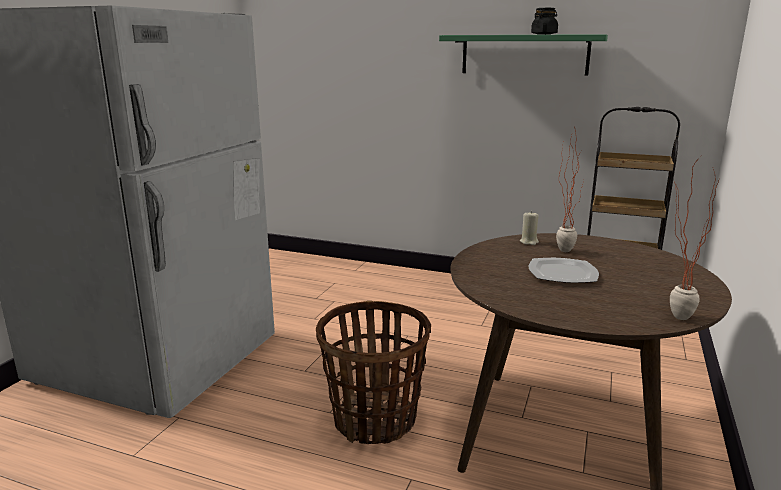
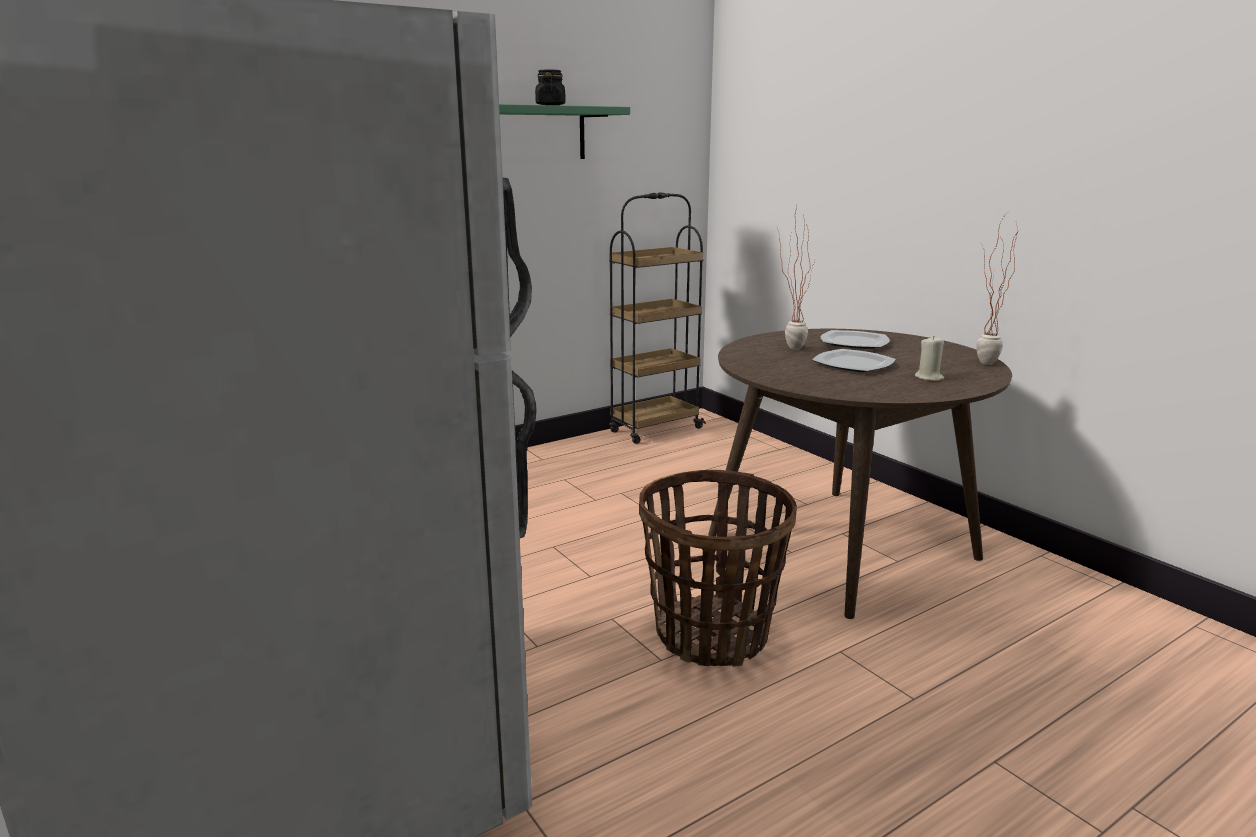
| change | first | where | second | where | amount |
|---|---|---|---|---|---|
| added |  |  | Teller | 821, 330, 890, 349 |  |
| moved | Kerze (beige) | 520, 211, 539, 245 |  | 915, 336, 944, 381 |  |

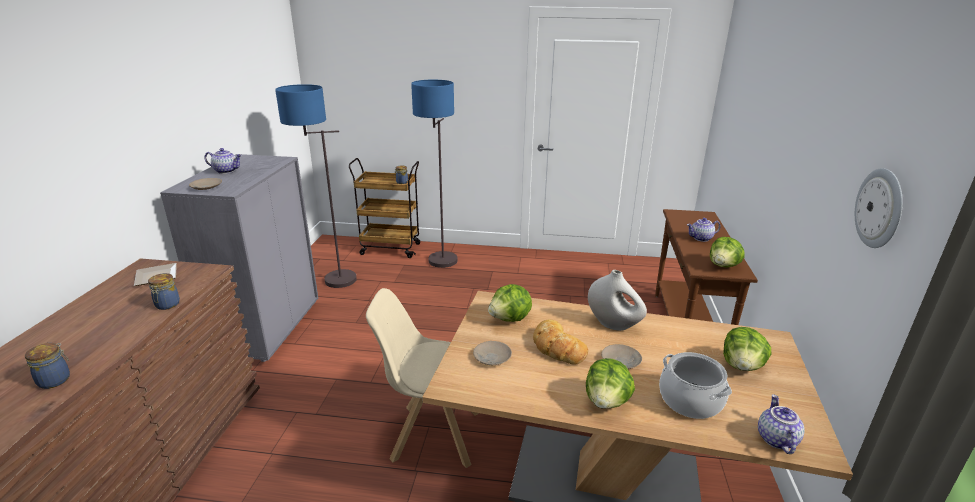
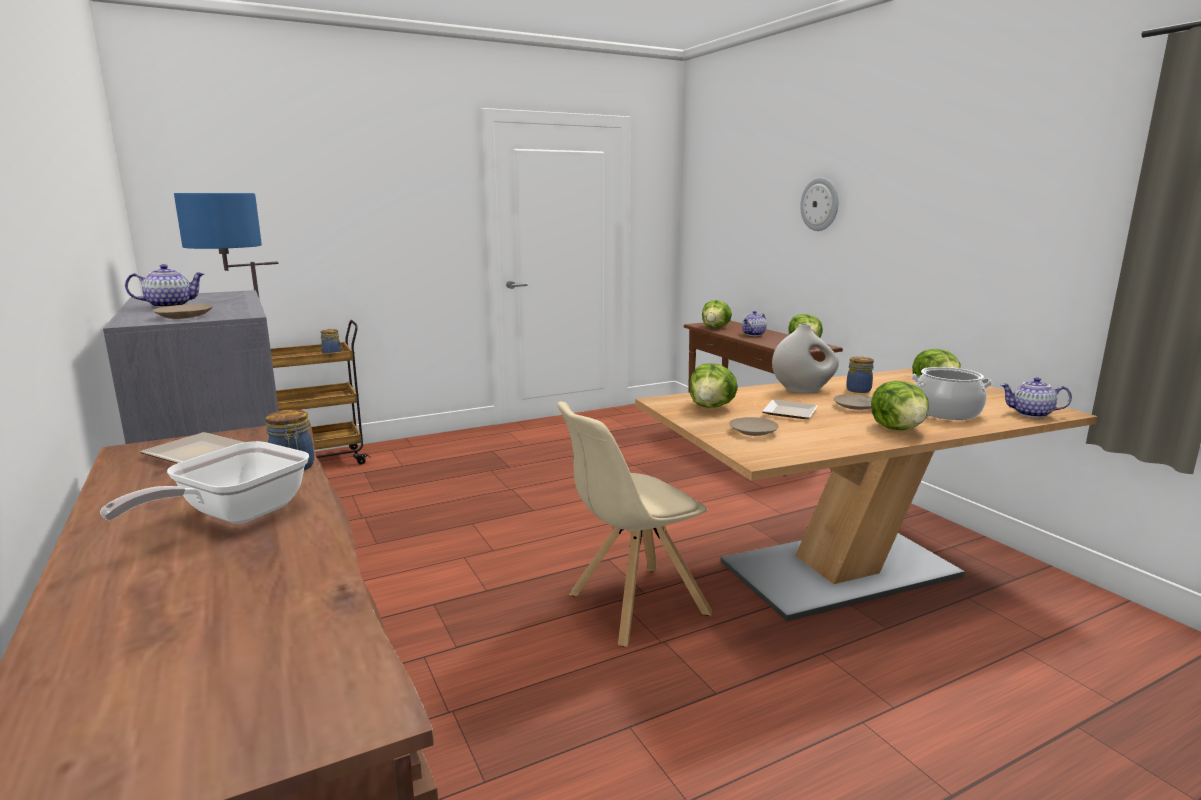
| change | first | where | second | where | amount |
|---|---|---|---|---|---|
| removed | Stehlampe (blau) | 411, 80, 458, 268 |  |  |  |
| added |  |  | Pfanne | 100, 441, 309, 524 |  |
| added |  |  | Salatkopf | 702, 300, 732, 328 |  |
| moved | Vorratsglas | 25, 343, 70, 389 |  | 846, 357, 874, 393 |  |
| moved | Wanduhr | 855, 168, 903, 248 |  | 800, 177, 838, 231 |  |
| replaced | Brot | 533, 319, 588, 365 | Teller | 762, 400, 818, 419 |  |
| turned | Teekanne | 758, 394, 805, 454 |  | 1001, 377, 1072, 418 | 45 degrees counterclockwise |

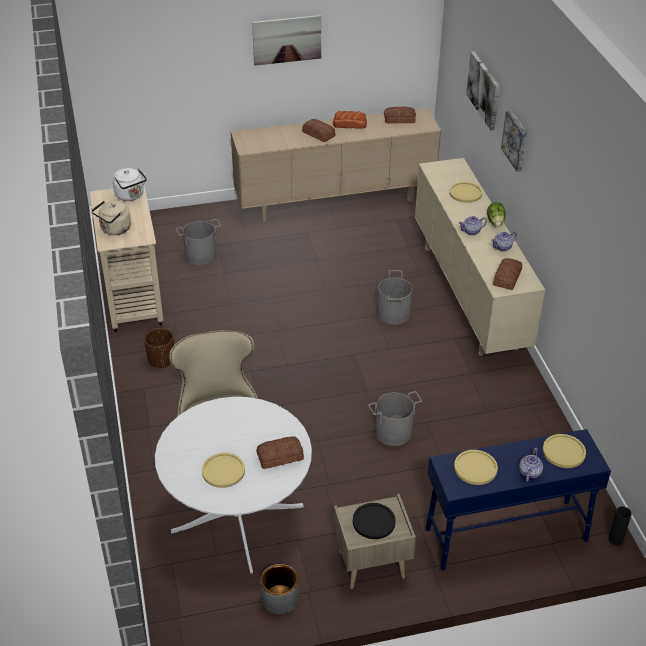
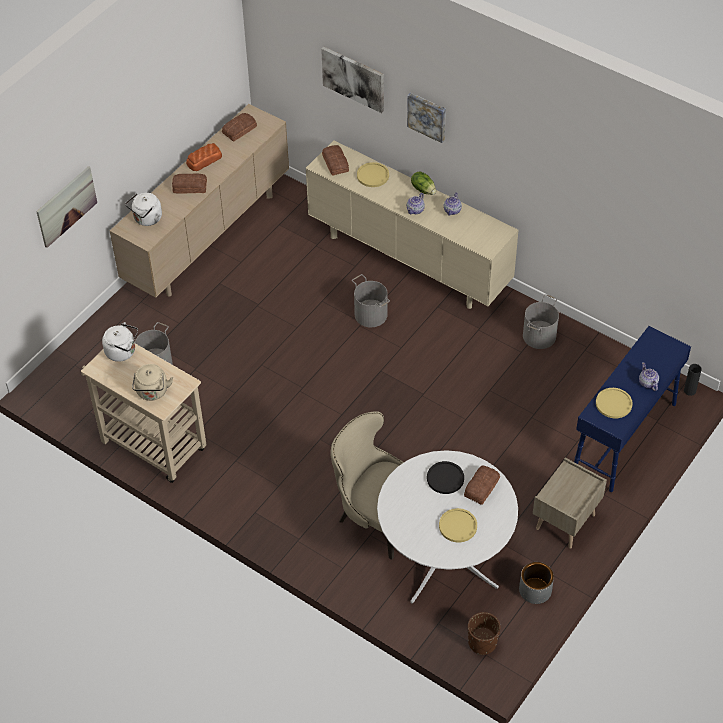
| change | first | where | second | where | amount |
|---|---|---|---|---|---|
| removed | Teller (gelb) | 543, 434, 586, 468 |  |  |  |
| added |  |  | Wasserkessel (weiß) | 125, 193, 162, 226 |  |
| moved | Pflanzkübel (braun) | 144, 328, 174, 368 |  | 468, 612, 500, 655 |  |
| moved | Bild | 252, 15, 321, 66 |  | 36, 166, 97, 248 |  |
| moved | Teller (schwarz) | 353, 503, 396, 539 |  | 427, 461, 464, 494 |  |
| moved | Eimer (grau) | 368, 391, 422, 446 |  | 523, 294, 559, 349 |  |
| moved | Brot | 493, 258, 522, 290 |  | 322, 145, 349, 176 |  |

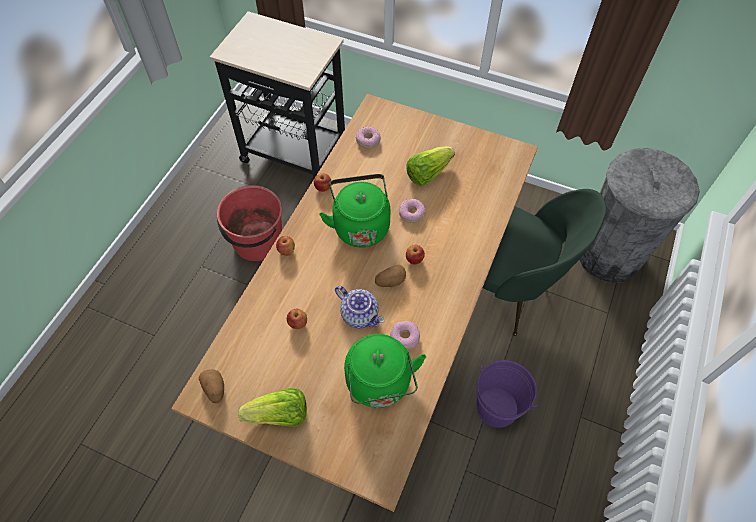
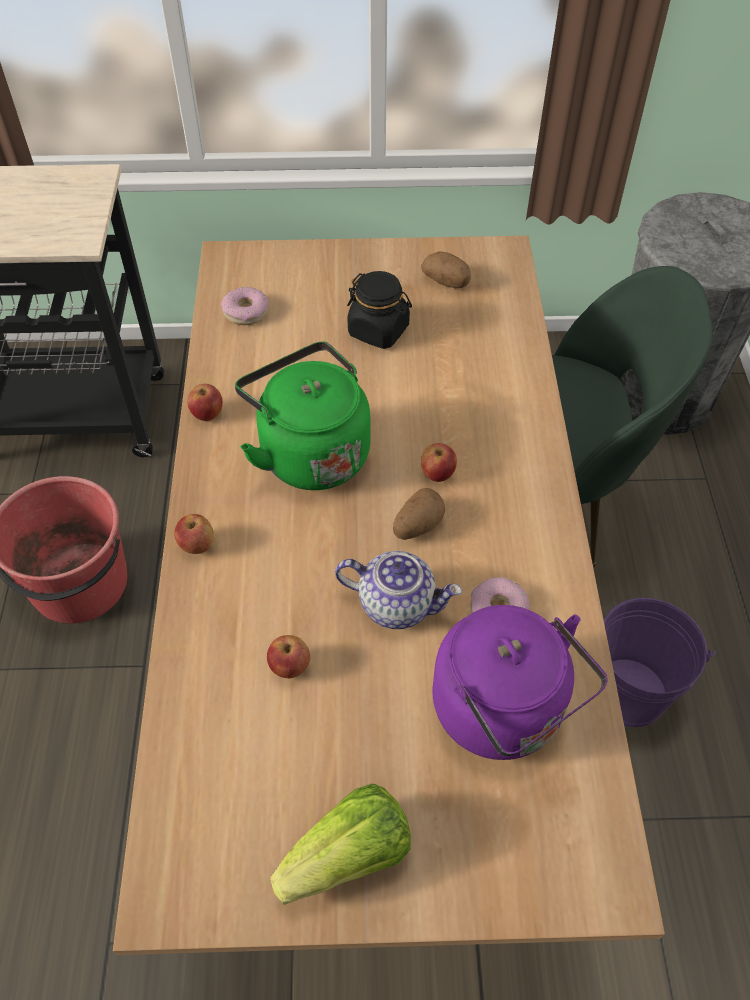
| change | first | where | second | where | amount |
|---|---|---|---|---|---|
| removed | Donut | 399, 199, 425, 223 |  |  |  |
| moved | Kartoffel | 199, 369, 224, 403 |  | 421, 251, 471, 288 |  |
| replaced | Salatkopf | 406, 147, 455, 186 | Vorratsglas (schwarz) | 347, 271, 412, 349 |  |
| recoloured | Wasserkessel (grün) | 344, 334, 426, 408 | Wasserkessel (lila) | 432, 605, 607, 760 |  |

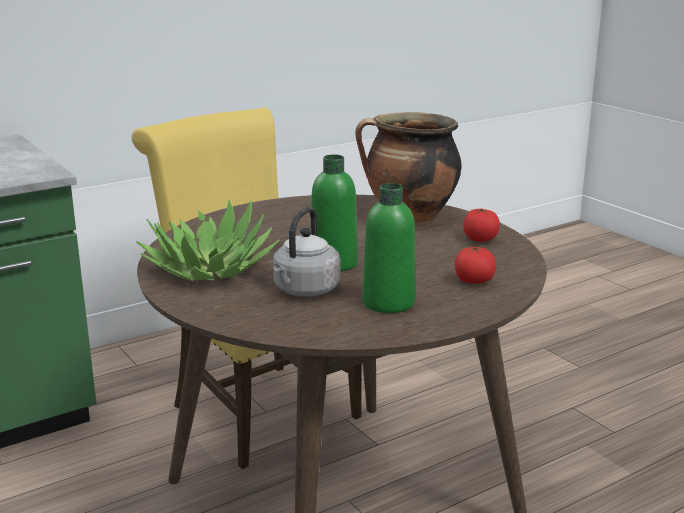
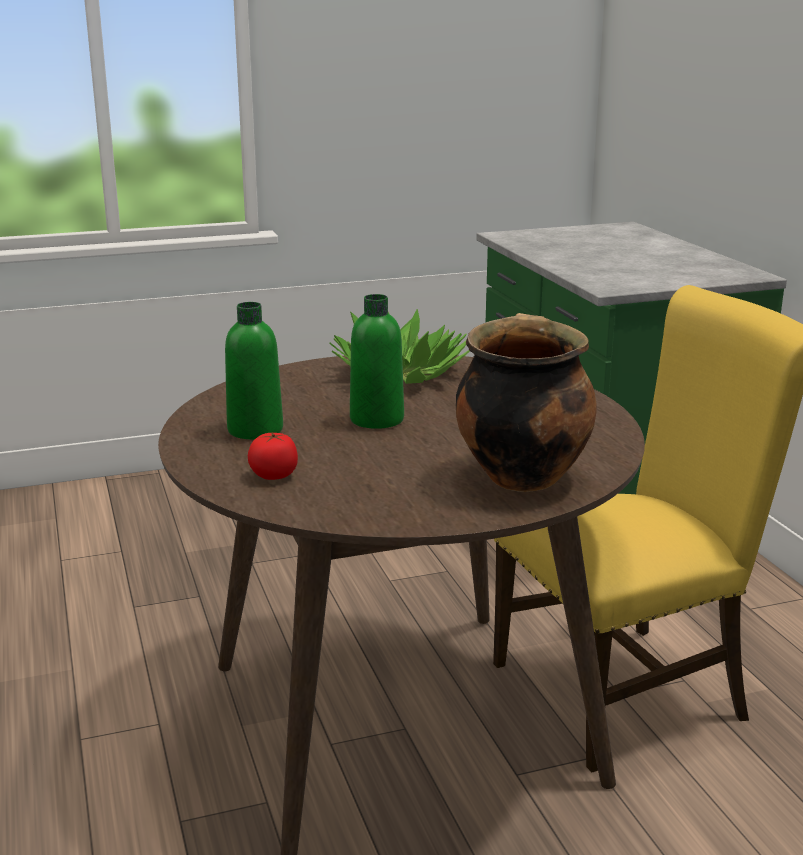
| change | first | where | second | where | amount |
|---|---|---|---|---|---|
| removed | Wasserkessel (grau) | 273, 207, 341, 297 |  |  |  |
| removed | Tomate | 463, 208, 500, 242 |  |  |  |

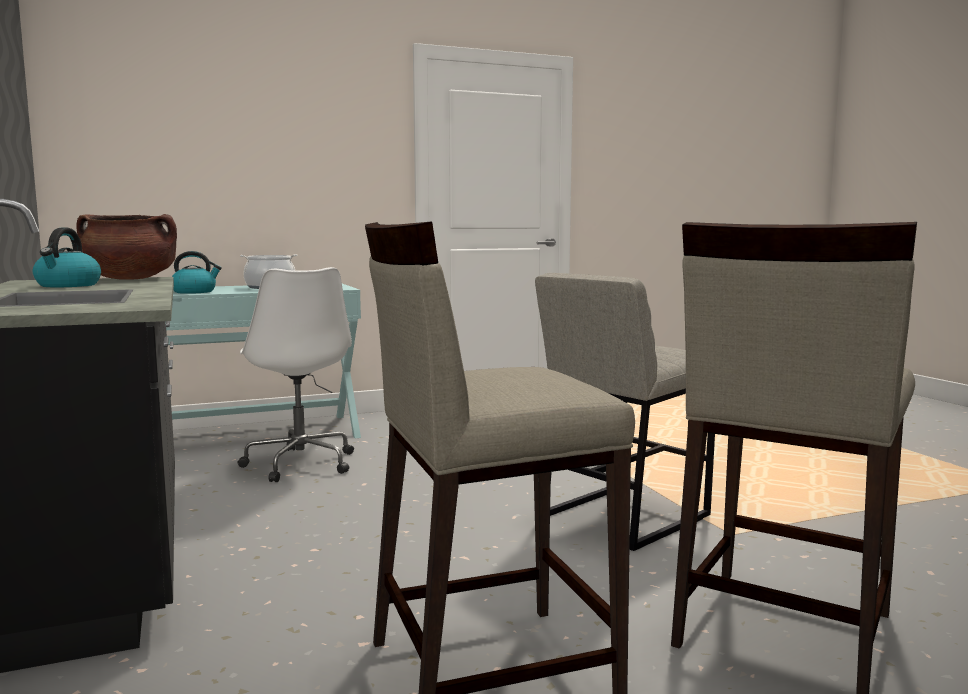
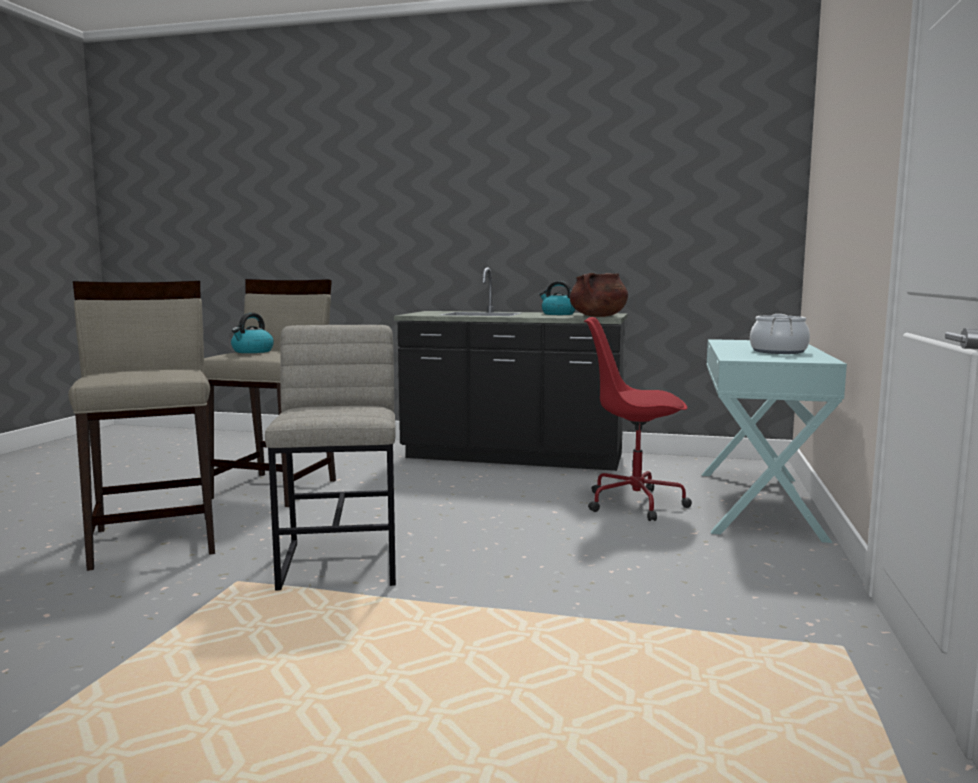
| change | first | where | second | where | amount |
|---|---|---|---|---|---|
| moved | Wasserkessel | 172, 251, 222, 294 |  | 231, 313, 274, 353 |  |
| recoloured | Bürostuhl (weiß) | 237, 267, 354, 482 | Bürostuhl (rot) | 584, 317, 692, 521 |  |

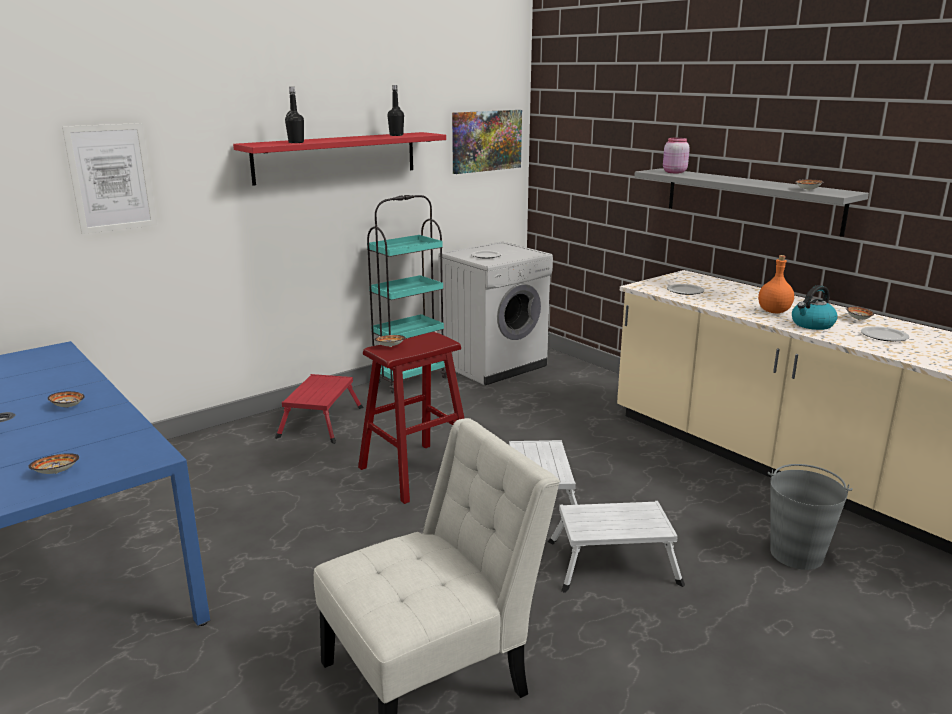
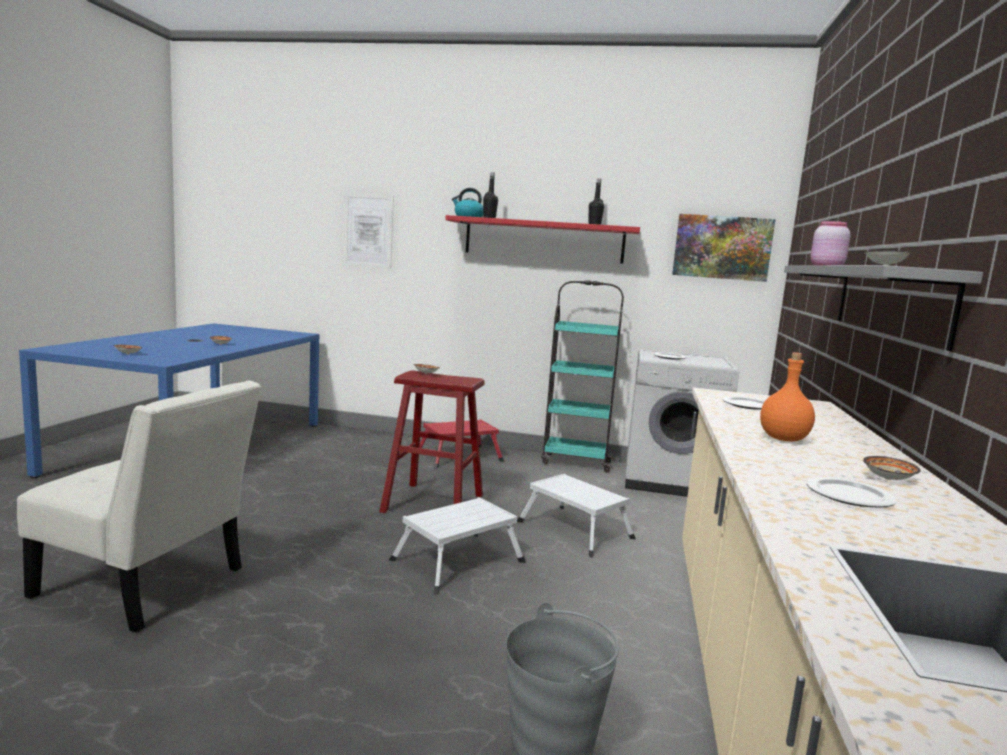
| change | first | where | second | where | amount |
|---|---|---|---|---|---|
| moved | Trittleiter (weiß) | 548, 501, 685, 593 |  | 517, 474, 636, 557 |  |
| moved | Wasserkessel | 792, 285, 838, 330 |  | 452, 188, 483, 217 |  |

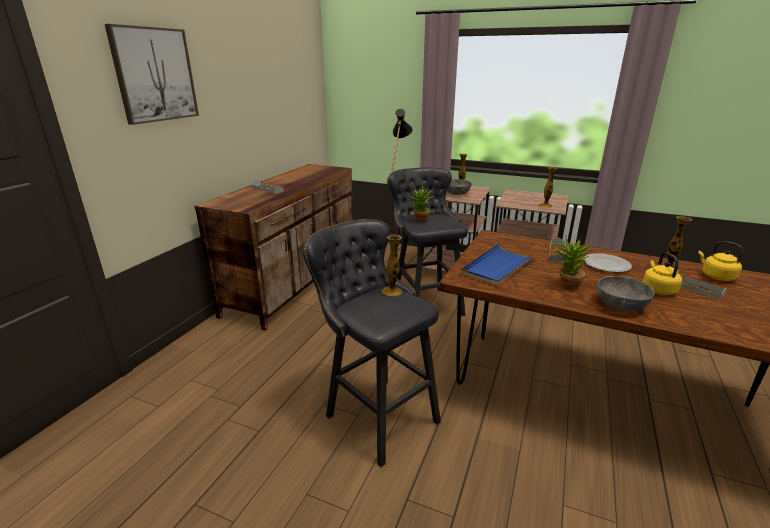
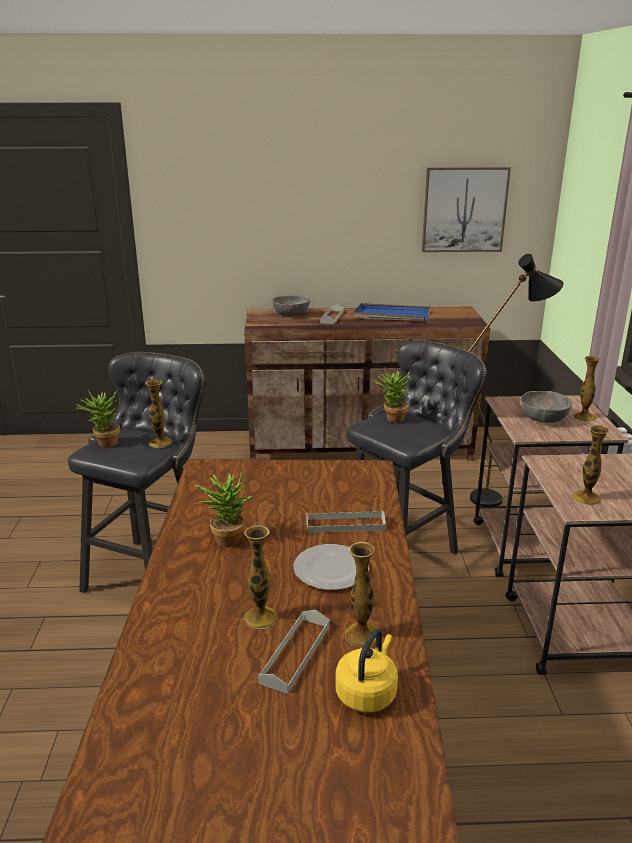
| change | first | where | second | where | amount |
|---|---|---|---|---|---|
| added |  |  | Topfpflanze | 76, 390, 120, 448 |  |
| moved | Bild | 105, 24, 199, 125 |  | 422, 167, 511, 252 |  |
| moved | Tablett (blau) | 461, 243, 538, 286 |  | 353, 303, 431, 321 |  |
| moved | Schüssel (grau) | 598, 276, 655, 311 |  | 272, 295, 310, 316 |  |
| replaced | Wasserkessel (gelb) | 643, 252, 682, 295 | Vase | 243, 525, 278, 629 |  |

